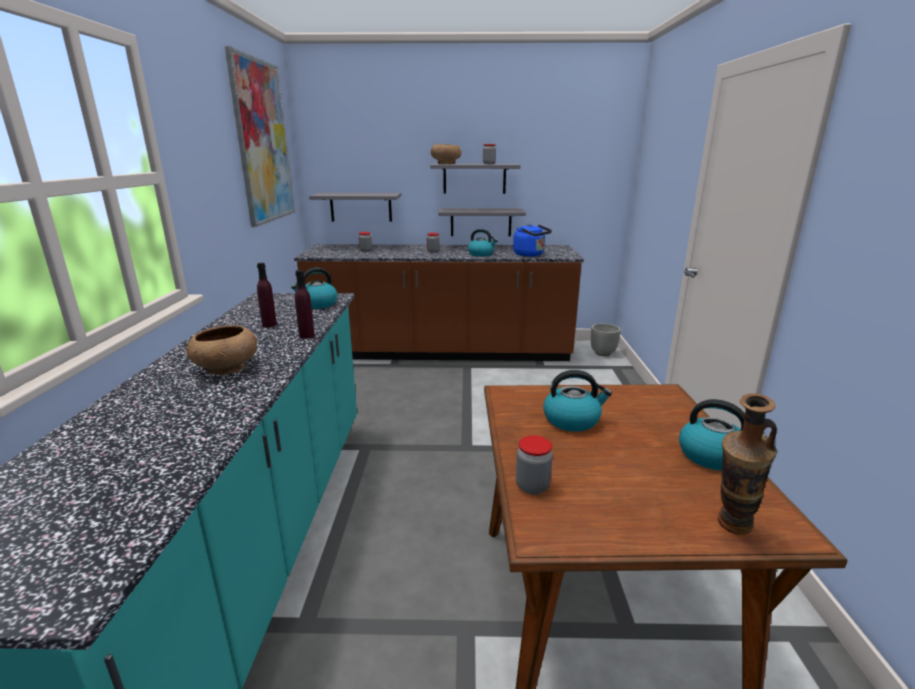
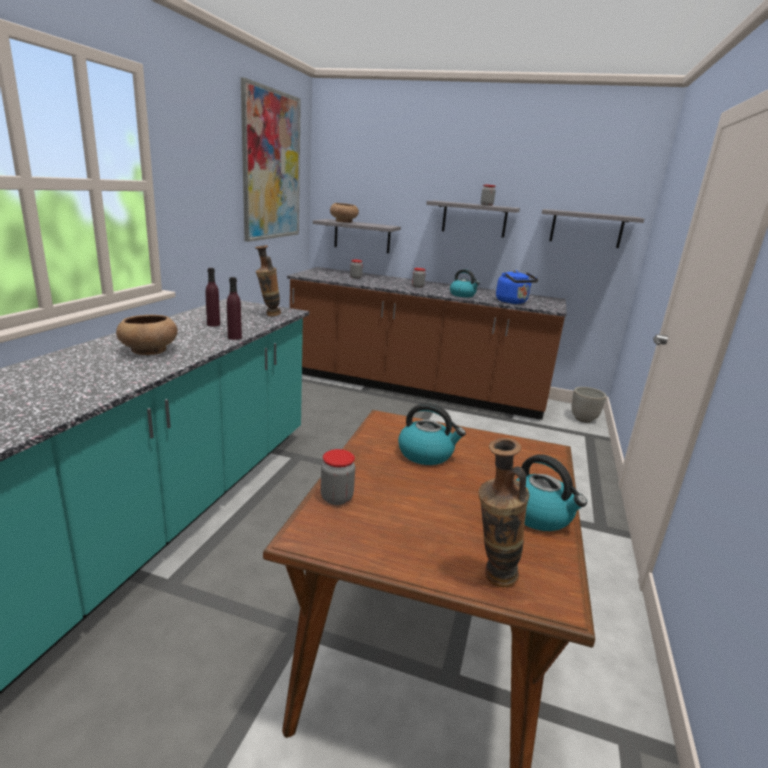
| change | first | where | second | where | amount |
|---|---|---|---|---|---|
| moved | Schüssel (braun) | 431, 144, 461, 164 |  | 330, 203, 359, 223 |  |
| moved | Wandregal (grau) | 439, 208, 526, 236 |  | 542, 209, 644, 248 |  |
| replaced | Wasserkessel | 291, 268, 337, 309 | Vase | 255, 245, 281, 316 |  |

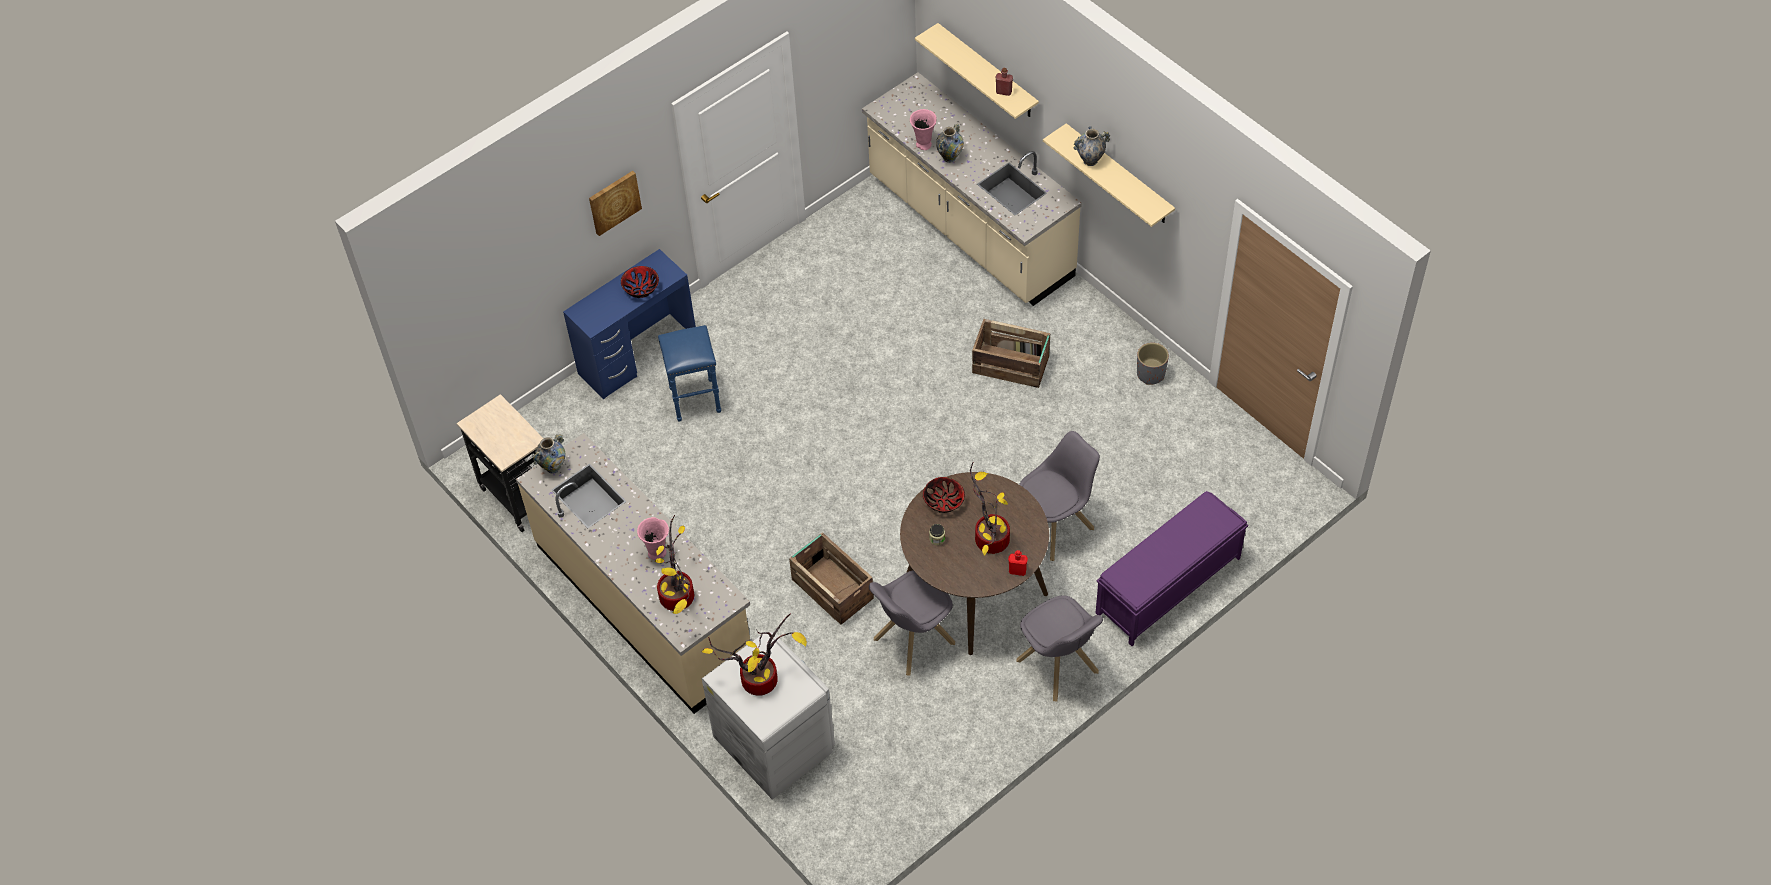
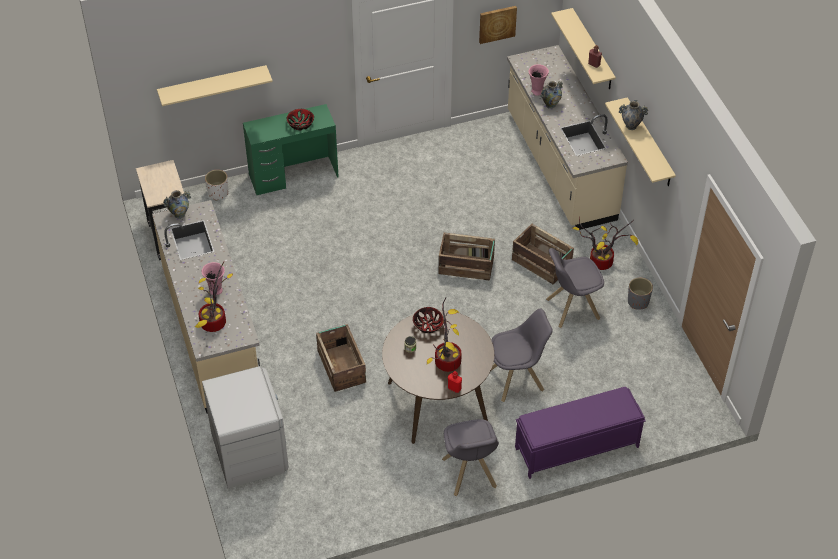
| change | first | where | second | where | amount |
|---|---|---|---|---|---|
| removed | Hocker (blau) | 658, 325, 721, 421 |  |  |  |
| added |  |  | Wandregal (beige) | 157, 65, 273, 106 |  |
| added |  |  | Pflanzkübel (weiß) | 205, 170, 228, 201 |  |
| added |  |  | Kiste | 438, 232, 495, 281 |  |
| moved | Bild | 589, 171, 642, 236 |  | 479, 6, 517, 44 |  |
| moved | Topfpflanze | 701, 614, 807, 696 |  | 573, 217, 638, 270 |  |
| moved | Stuhl (grau) | 869, 571, 955, 676 |  | 546, 248, 604, 328 |  |
| recoloured | Schreibtisch (blau) | 563, 249, 696, 399 | Schreibtisch (grün) | 243, 104, 339, 195 |  |

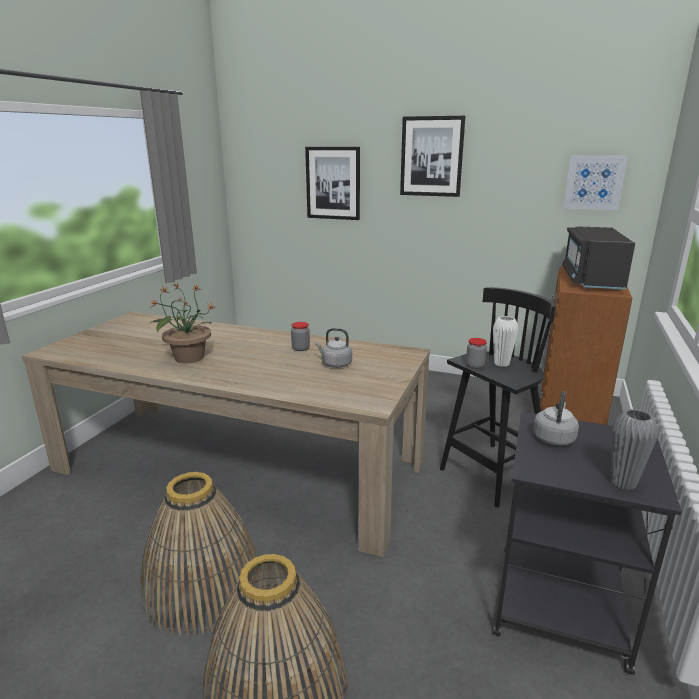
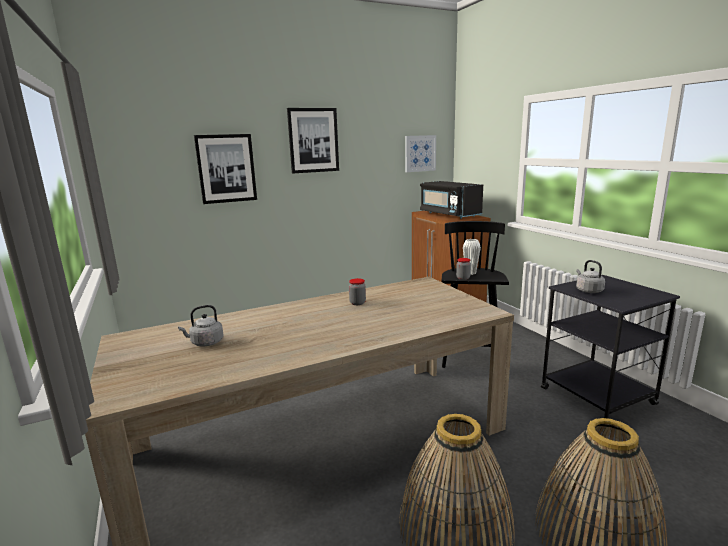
| change | first | where | second | where | amount |
|---|---|---|---|---|---|
| removed | Topfpflanze | 150, 283, 216, 363 |  |  |  |
| removed | Vase (grau) | 611, 409, 658, 490 |  |  |  |
| moved | Wasserkessel (grau) | 315, 328, 352, 368 |  | 178, 305, 223, 346 |  |

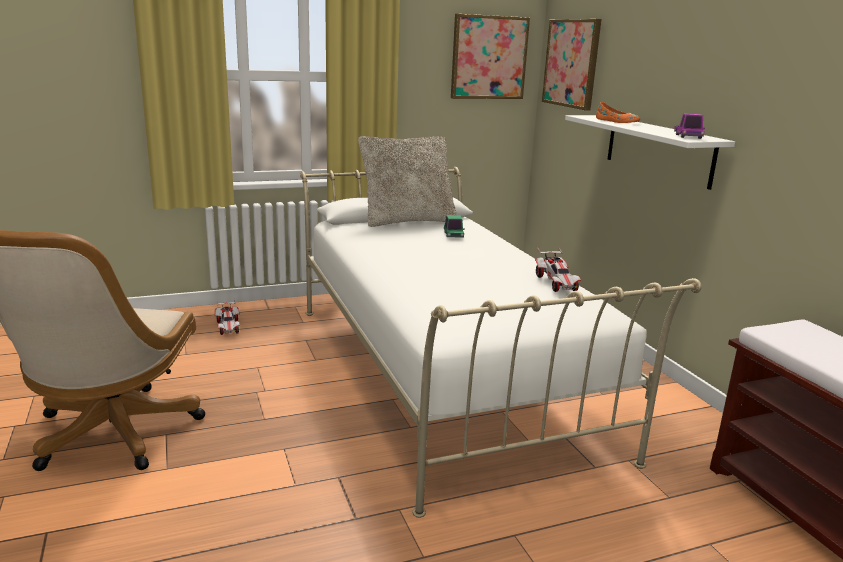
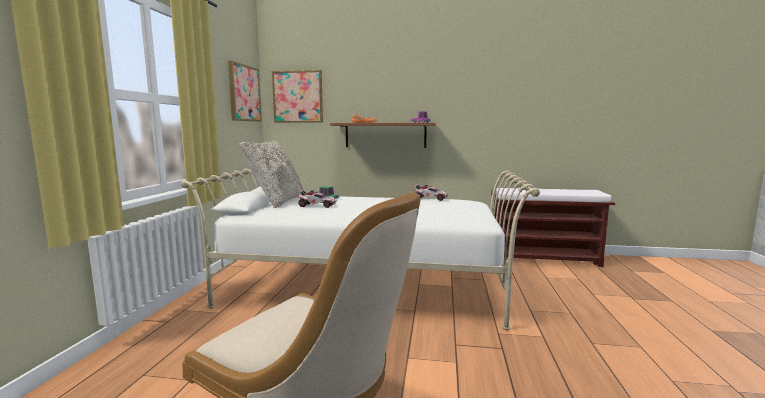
| change | first | where | second | where | amount |
|---|---|---|---|---|---|
| moved | Spielzeugauto | 215, 299, 240, 335 |  | 296, 188, 337, 208 |  |
| recoloured | Wandregal (weiß) | 565, 115, 735, 190 | Wandregal (braun) | 330, 123, 436, 148 |  |

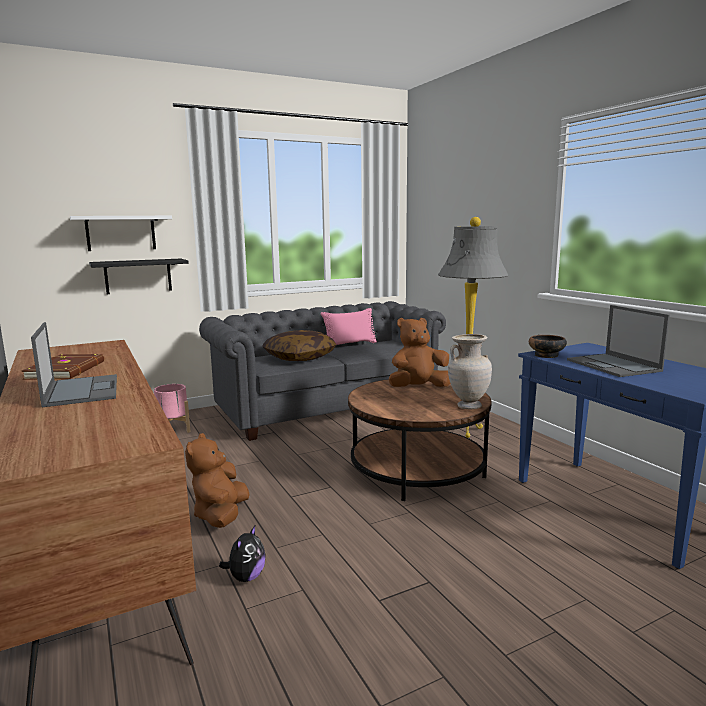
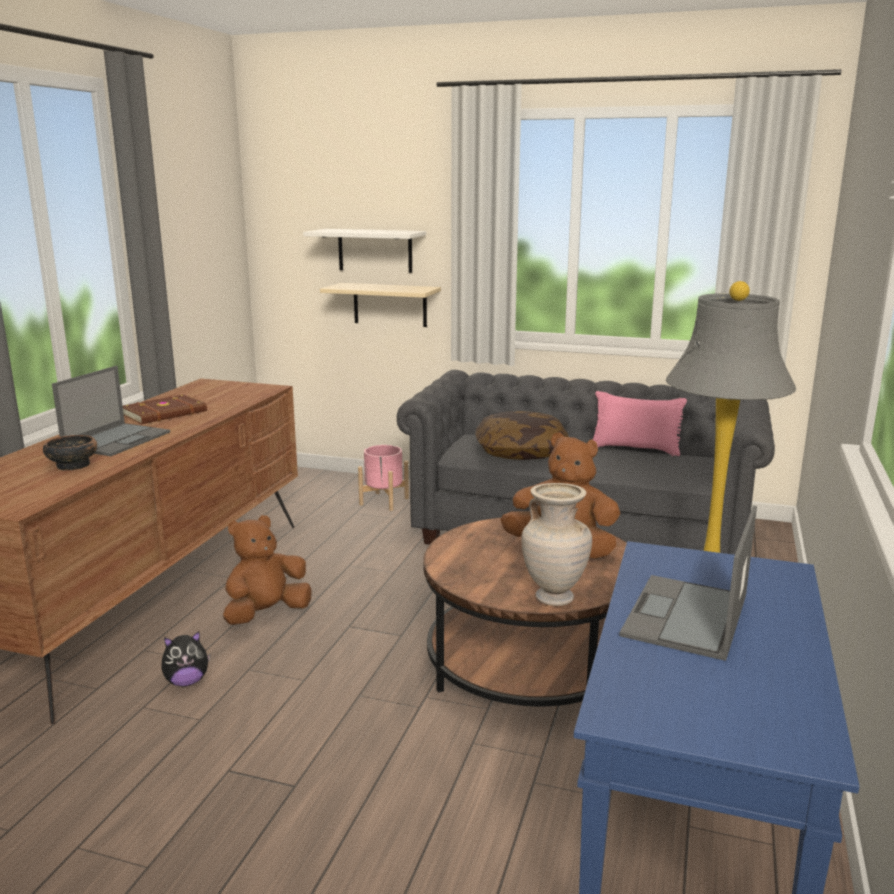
| change | first | where | second | where | amount |
|---|---|---|---|---|---|
| moved | Schüssel | 529, 335, 567, 358 |  | 43, 435, 97, 470 |  |
| recoloured | Wandregal (schwarz) | 89, 259, 189, 294 | Wandregal (beige) | 320, 283, 441, 327 |  |

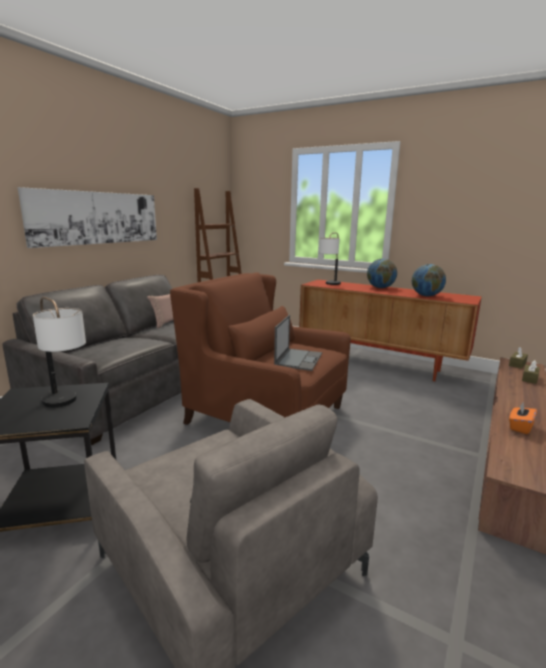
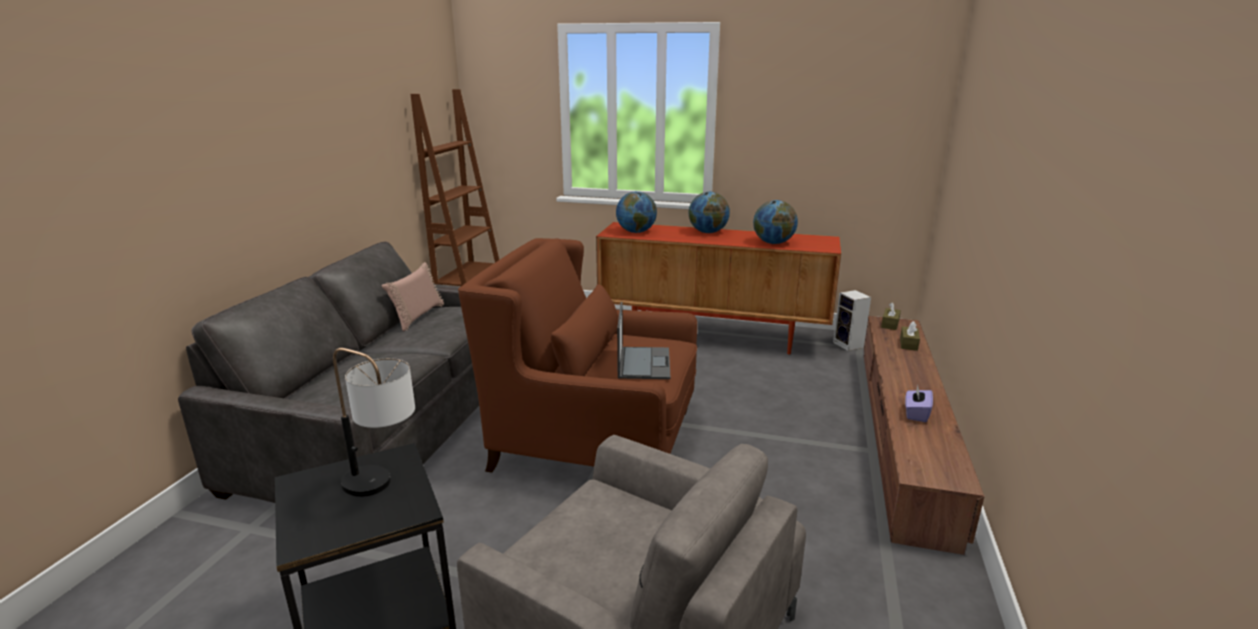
| change | first | where | second | where | amount |
|---|---|---|---|---|---|
| removed | Bild | 18, 187, 157, 248 |  |  |  |
| added |  |  | Lautsprecher | 833, 290, 871, 351 |  |
| replaced | Tischlampe | 319, 232, 341, 285 | Globus | 616, 191, 657, 233 |  |
| recoloured | Taschentuchbox (orange) | 509, 403, 537, 434 | Taschentuchbox (lila) | 905, 385, 933, 422 |  |

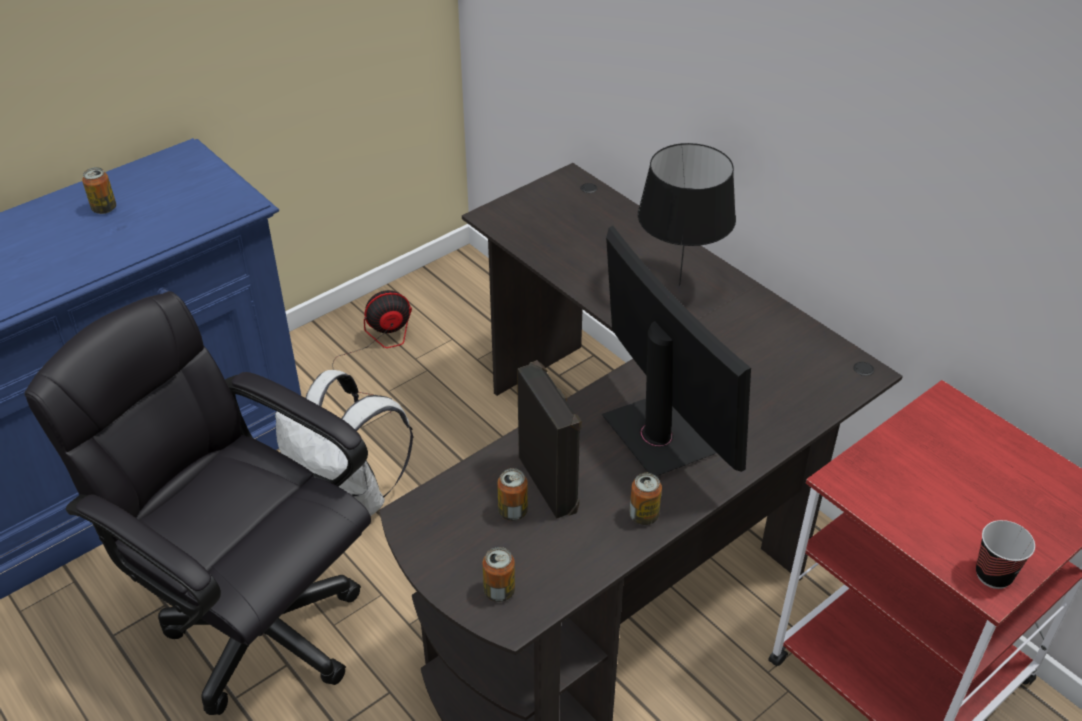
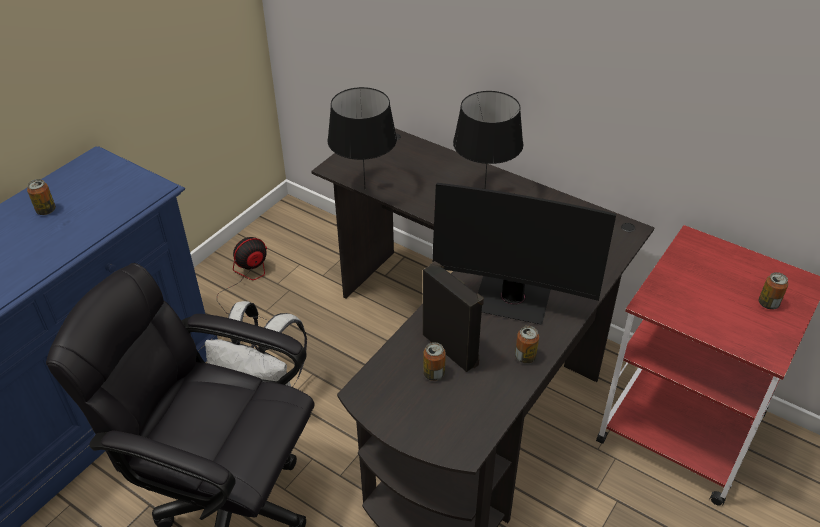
| change | first | where | second | where | amount |
|---|---|---|---|---|---|
| removed | Tasse | 976, 520, 1035, 589 |  |  |  |
| added |  |  | Tischlampe (schwarz) | 327, 87, 397, 190 |  |
| moved | Dose | 483, 547, 515, 602 |  | 759, 272, 788, 310 |  |
| turned | Monitor | 602, 226, 751, 476 |  | 432, 183, 616, 325 | 150 degrees clockwise |

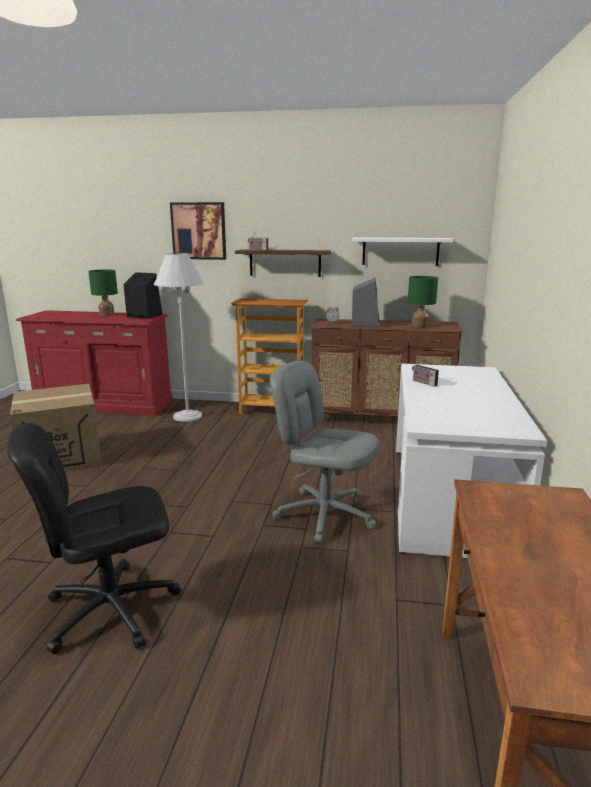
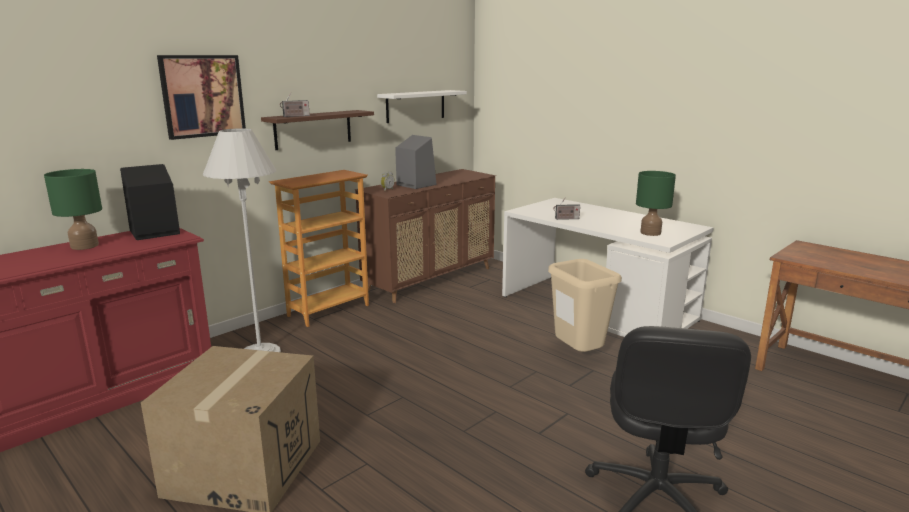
| change | first | where | second | where | amount |
|---|---|---|---|---|---|
| moved | Tischlampe (grün) | 408, 276, 438, 328 |  | 636, 171, 676, 236 |  |
| replaced | Bürostuhl (grau) | 270, 361, 380, 543 | Mülleimer (beige) | 548, 259, 622, 352 |  |

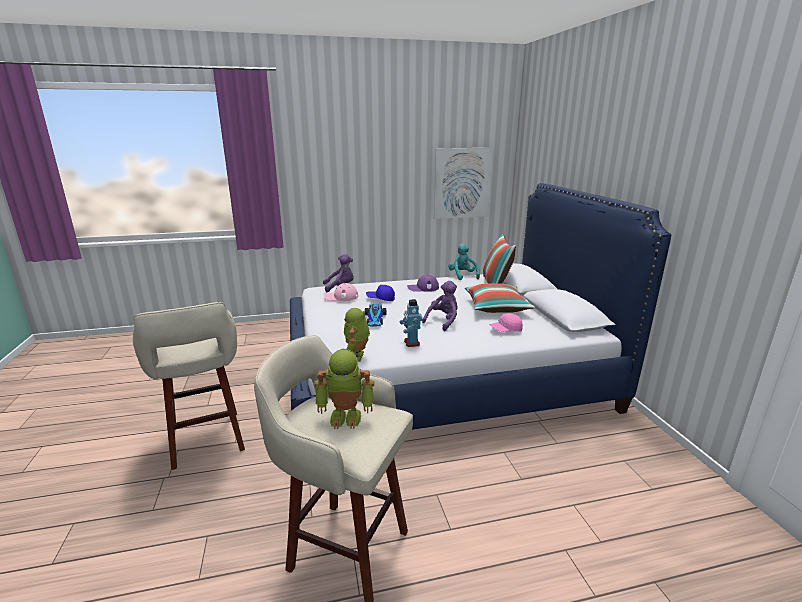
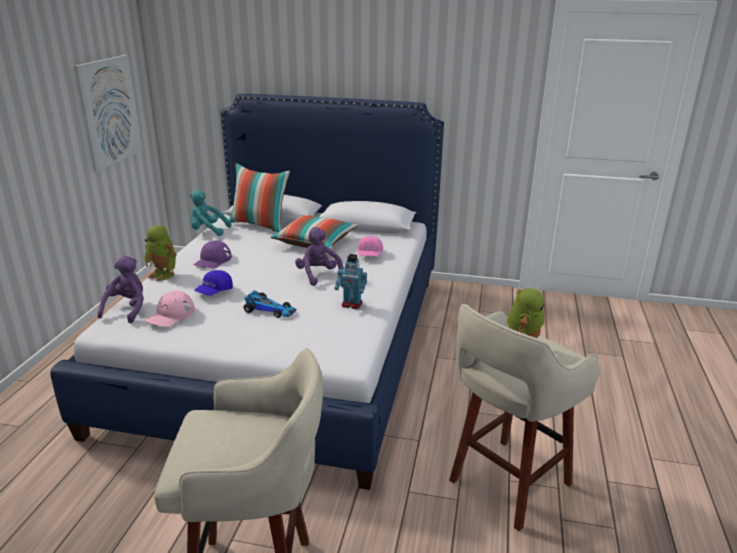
| change | first | where | second | where | amount |
|---|---|---|---|---|---|
| moved | Spielzeugroboter | 344, 308, 370, 362 |  | 144, 225, 177, 282 |  |

